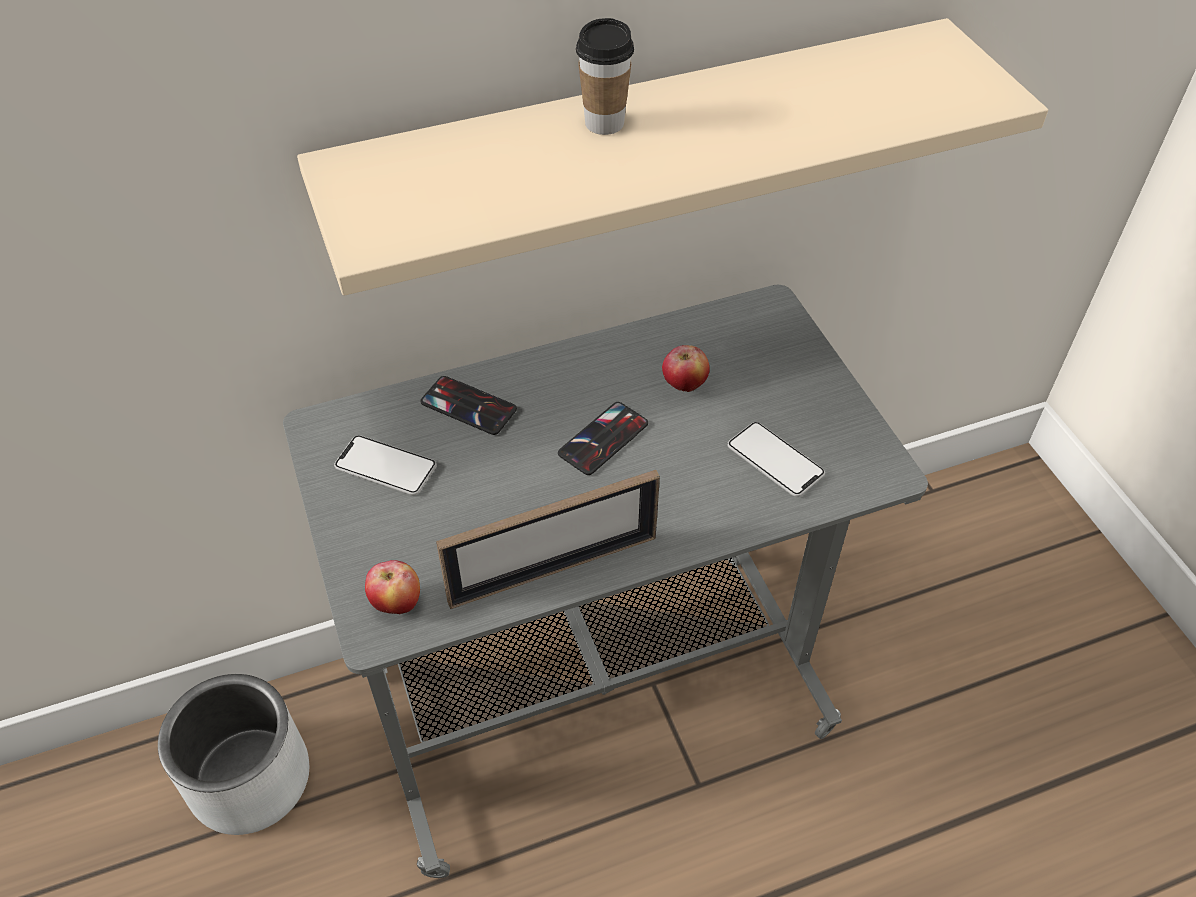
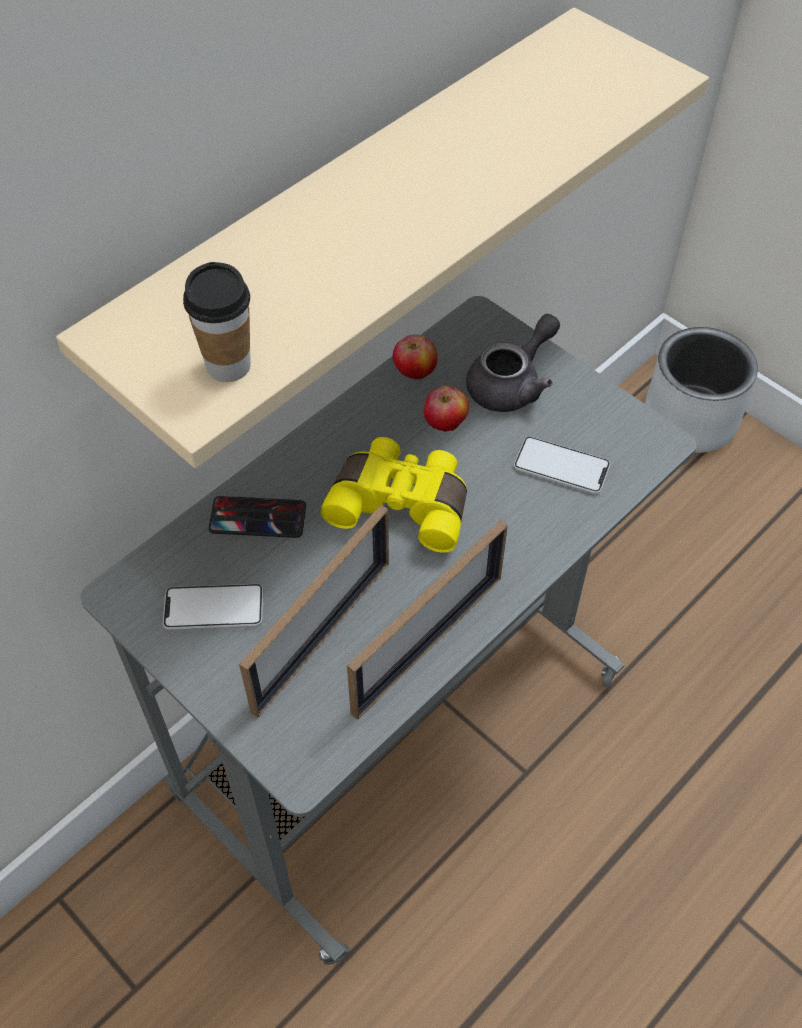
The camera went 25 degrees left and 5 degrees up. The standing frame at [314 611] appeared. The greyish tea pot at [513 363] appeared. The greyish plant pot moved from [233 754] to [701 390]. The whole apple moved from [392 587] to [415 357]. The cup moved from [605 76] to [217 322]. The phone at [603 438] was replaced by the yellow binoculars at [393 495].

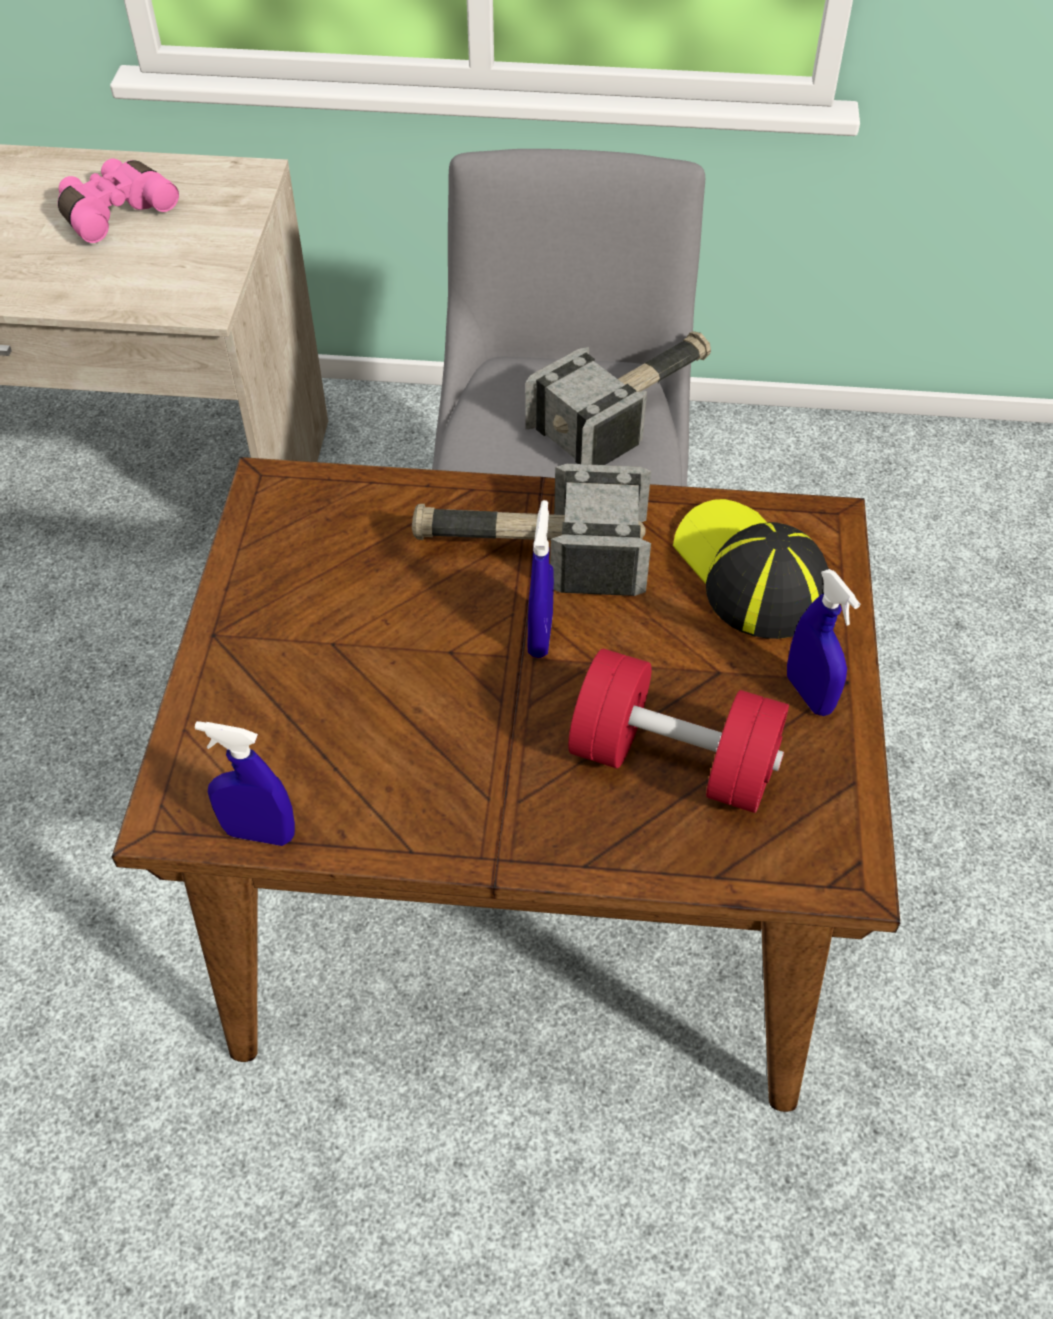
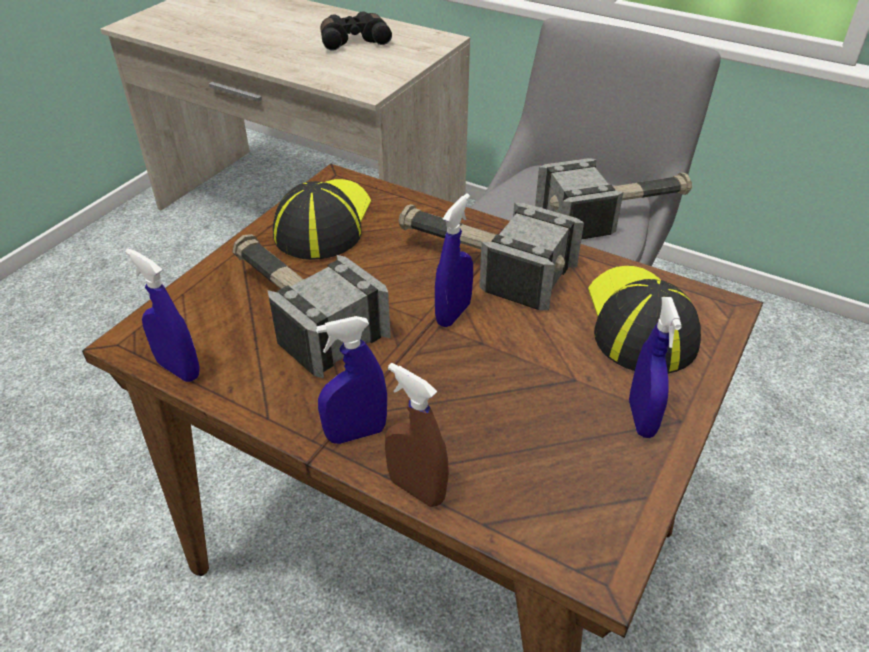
The camera went 25 degrees right and 10 degrees down. The red-coloured free weight at [678 731] disappeared. The hammer at [311 306] appeared. The cap at [322 219] appeared. The blue spray bottle at [351 380] appeared. The brown spray bottle at [417 435] appeared. The pink binoculars at [118 201] became the black-coloured binoculars at [356 31].

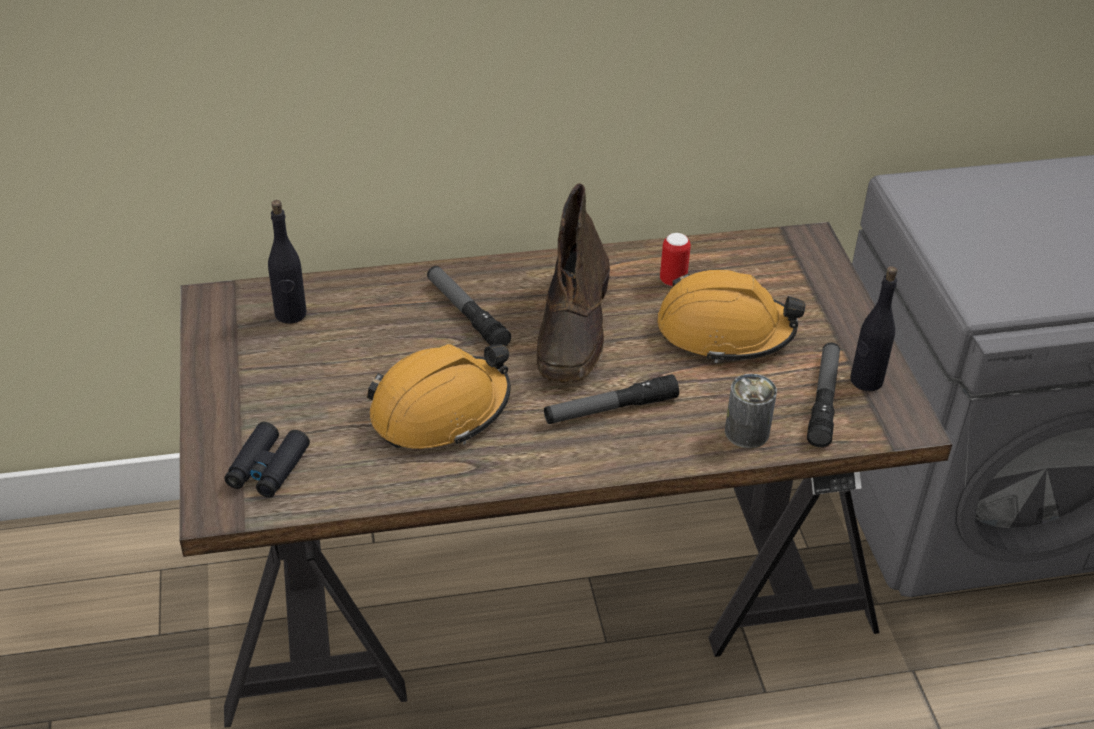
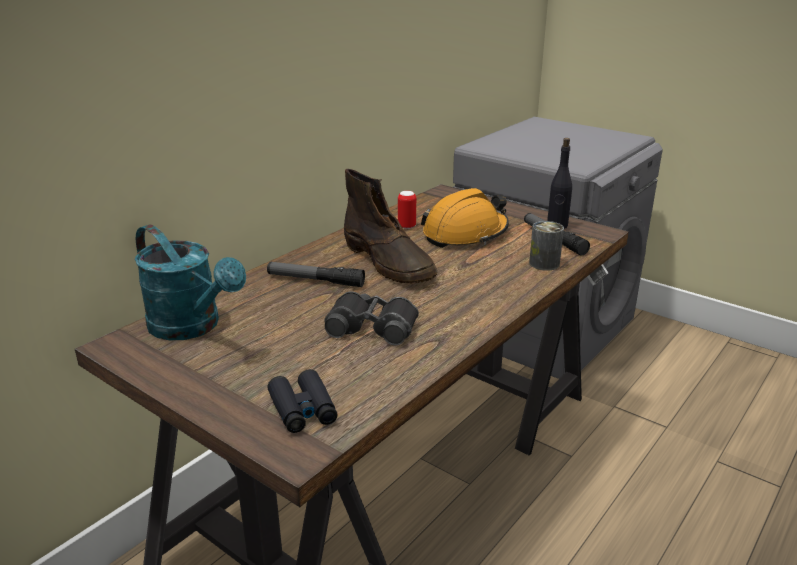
The camera went 40 degrees left and 15 degrees down. The torch at [611 399] disappeared. The black-coloured beverage bottle at [287 262] was replaced by the turquoise sprinkling can at [190 282]. The orangey safety helmet at [439 396] was replaced by the black-coloured binoculars at [371 318].

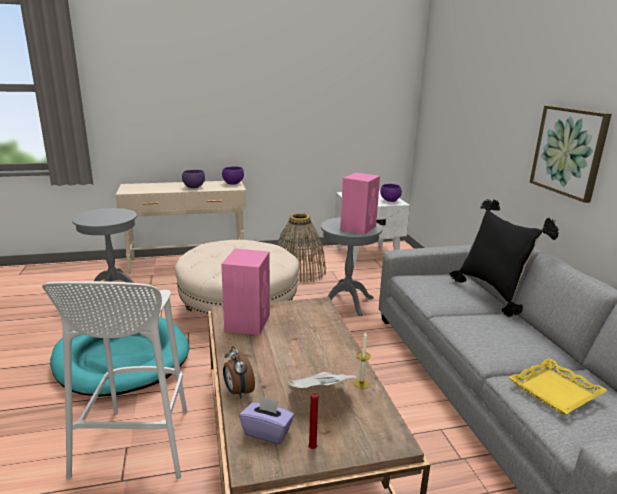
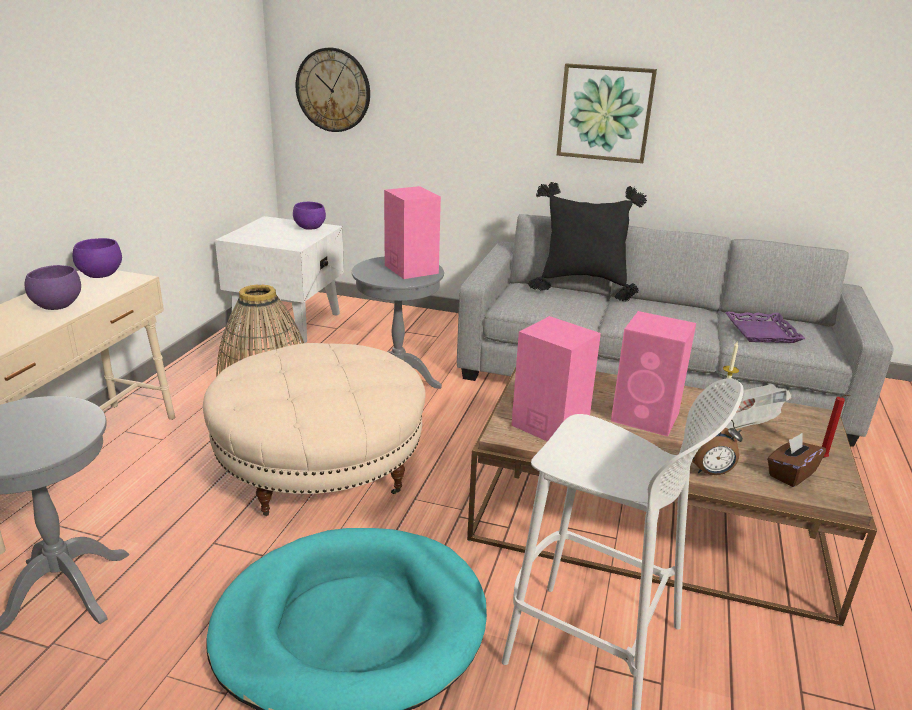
The camera went 60 degrees left and 5 degrees up. The clock on the wall at [332 90] appeared. The pink loudspeaker at [653 374] appeared. The purple-coloured tissue holder at [266 420] became the brown tissue holder at [796 460]. The yellow carrying tray at [558 386] became the purple-coloured carrying tray at [765 327].

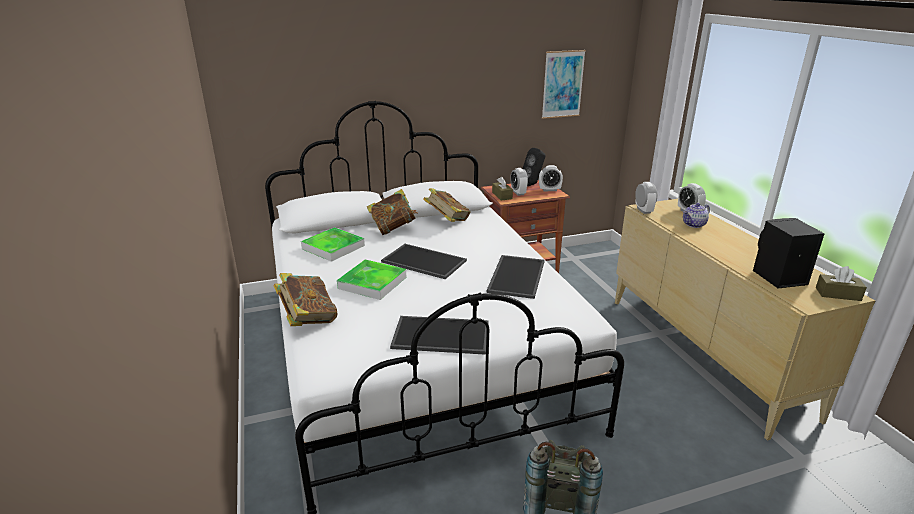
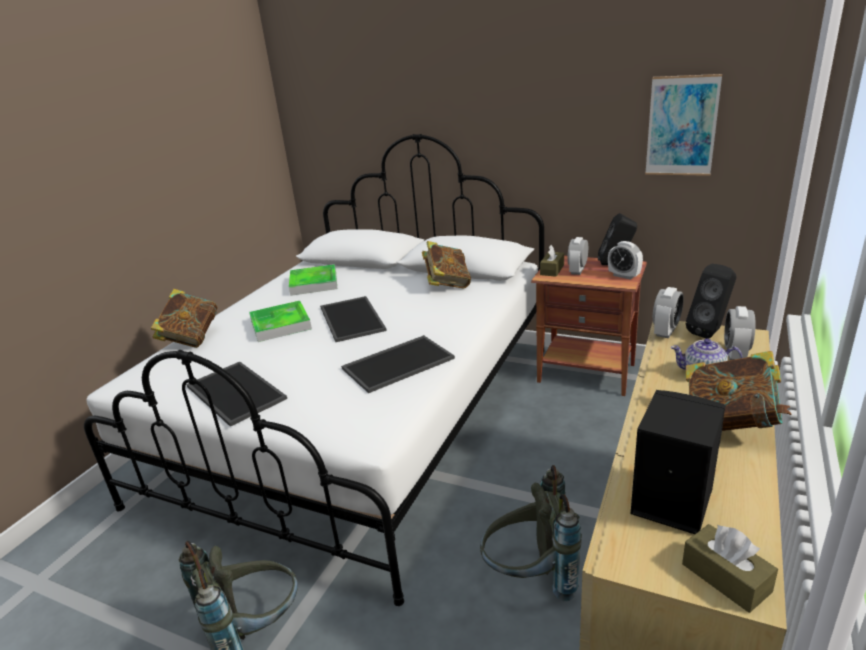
The camera went 45 degrees right and 0 degrees up. The greyish backpack at [531 533] appeared. The black-coloured loudspeaker at [711 301] appeared. The volume moved from [392 212] to [739 391].

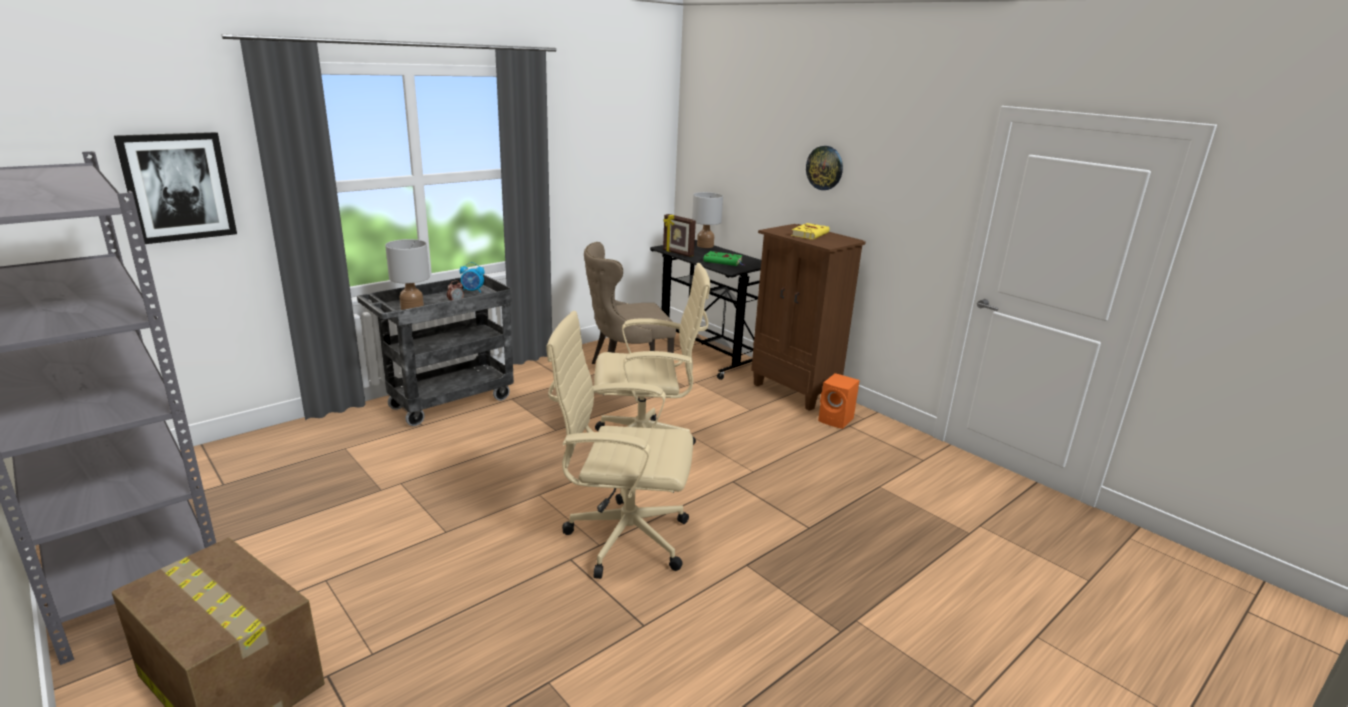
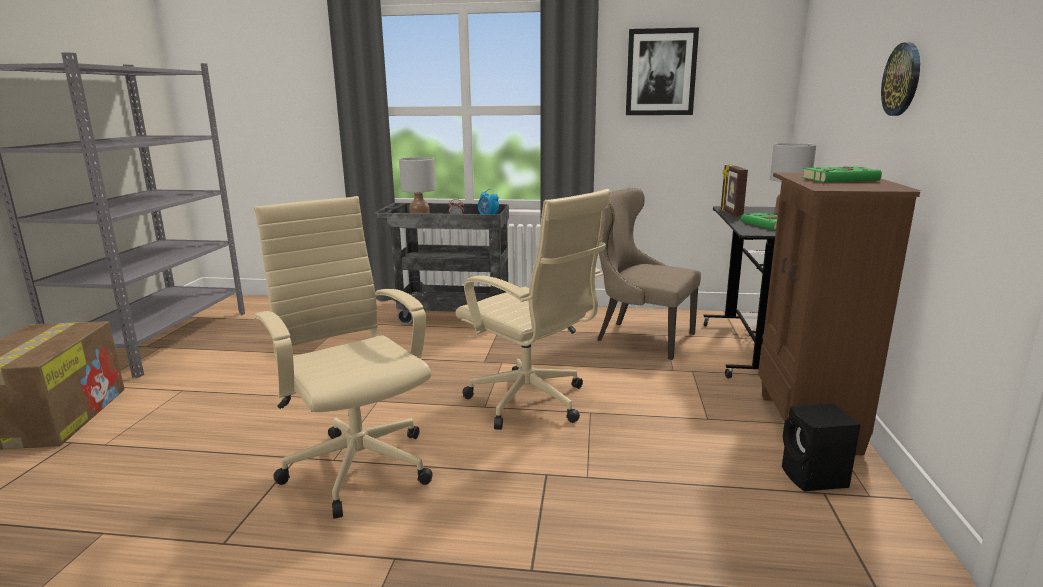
The camera went 50 degrees right and 5 degrees down. The picture moved from [175 188] to [662 71]. The yellow volume at [810 231] became the green volume at [842 174]. The orangey loudspeaker at [839 401] became the black-coloured loudspeaker at [821 448].

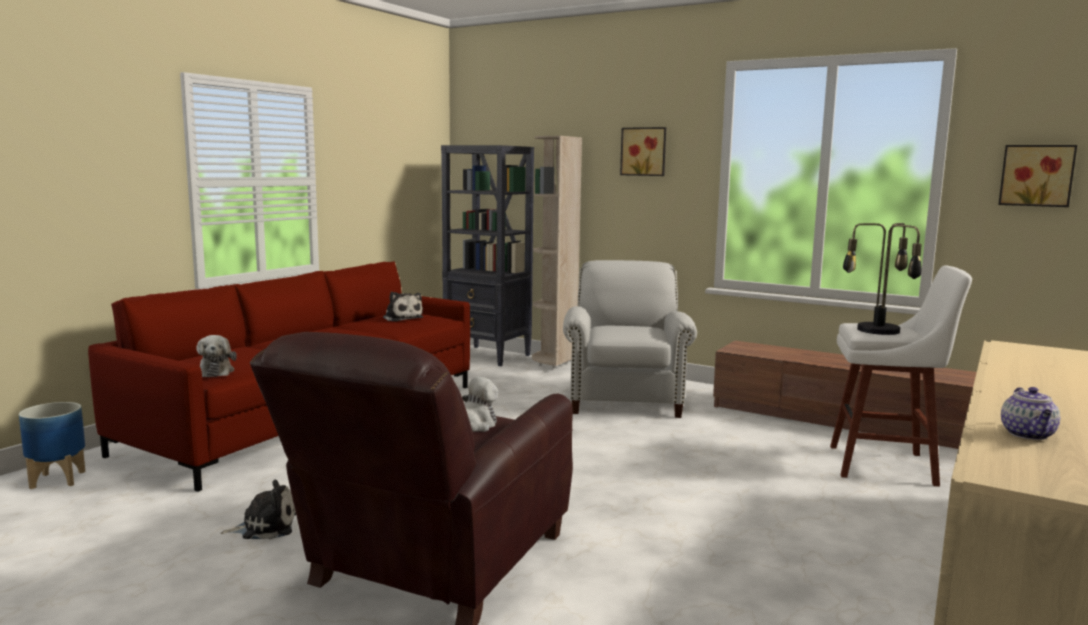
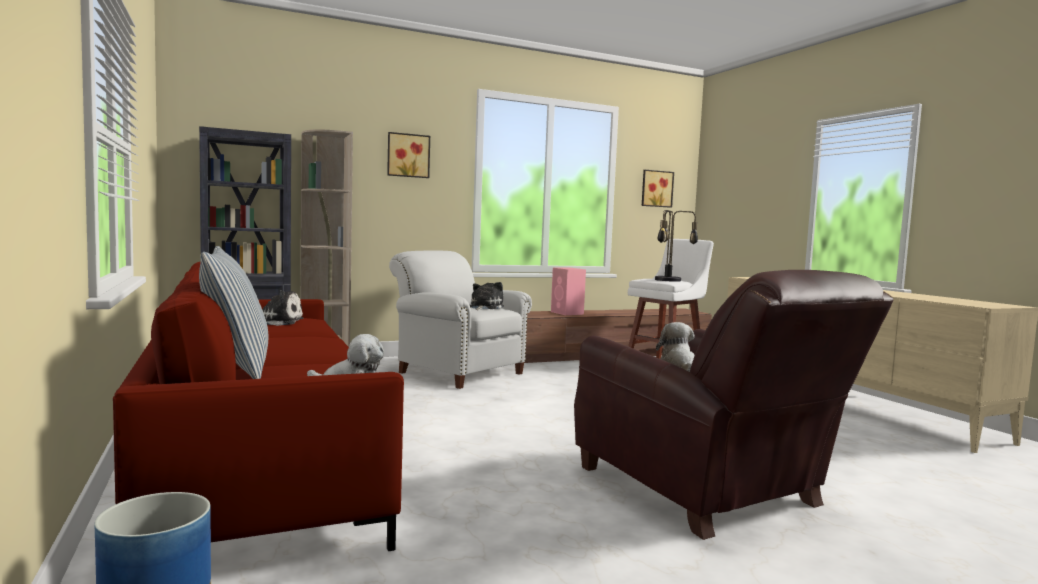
The camera went 55 degrees left and 5 degrees down. The tea pot at [1030 413] disappeared. The pillow at [233 312] appeared. The pink loudspeaker at [568 291] appeared. The soft toy moved from [258 509] to [487 296].

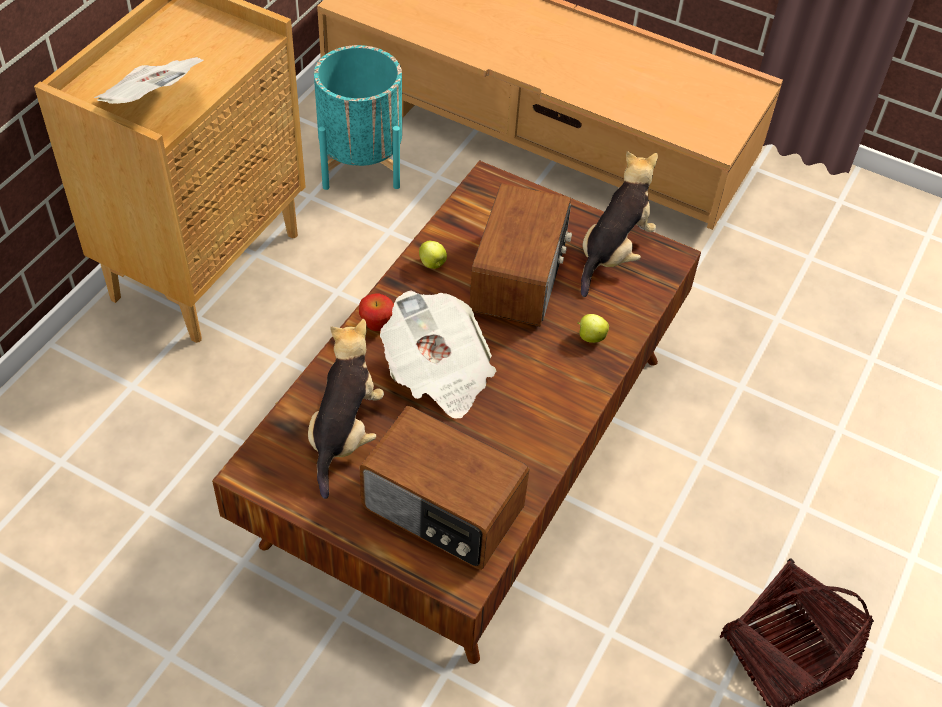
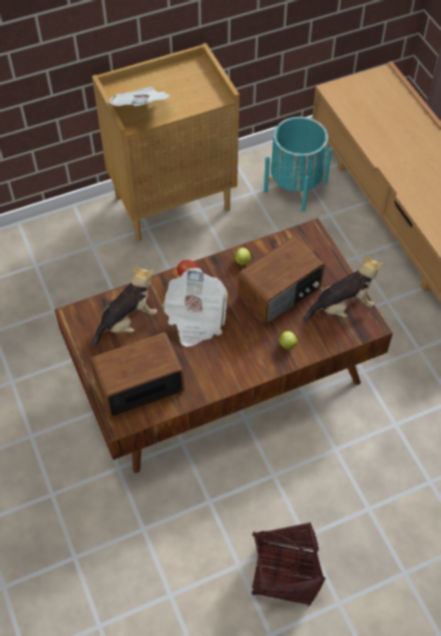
The camera went 40 degrees right and 5 degrees up. The radio set at [444 488] turned 90 degrees clockwise.

